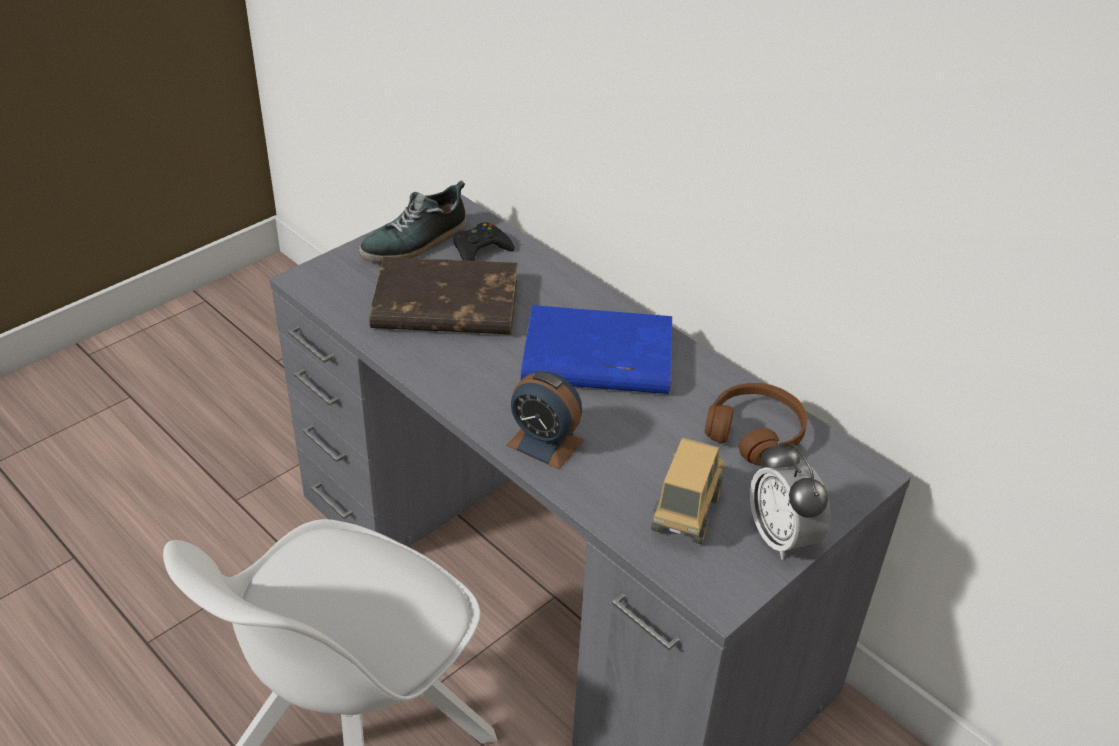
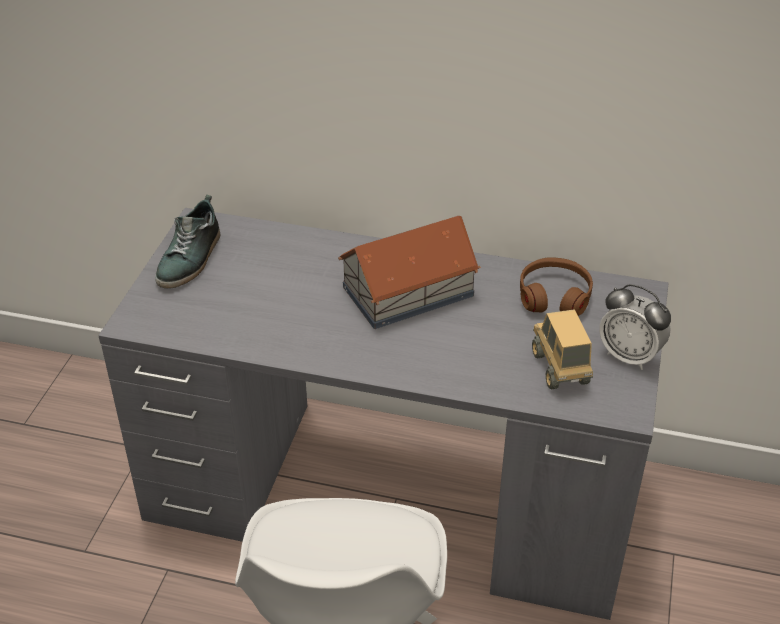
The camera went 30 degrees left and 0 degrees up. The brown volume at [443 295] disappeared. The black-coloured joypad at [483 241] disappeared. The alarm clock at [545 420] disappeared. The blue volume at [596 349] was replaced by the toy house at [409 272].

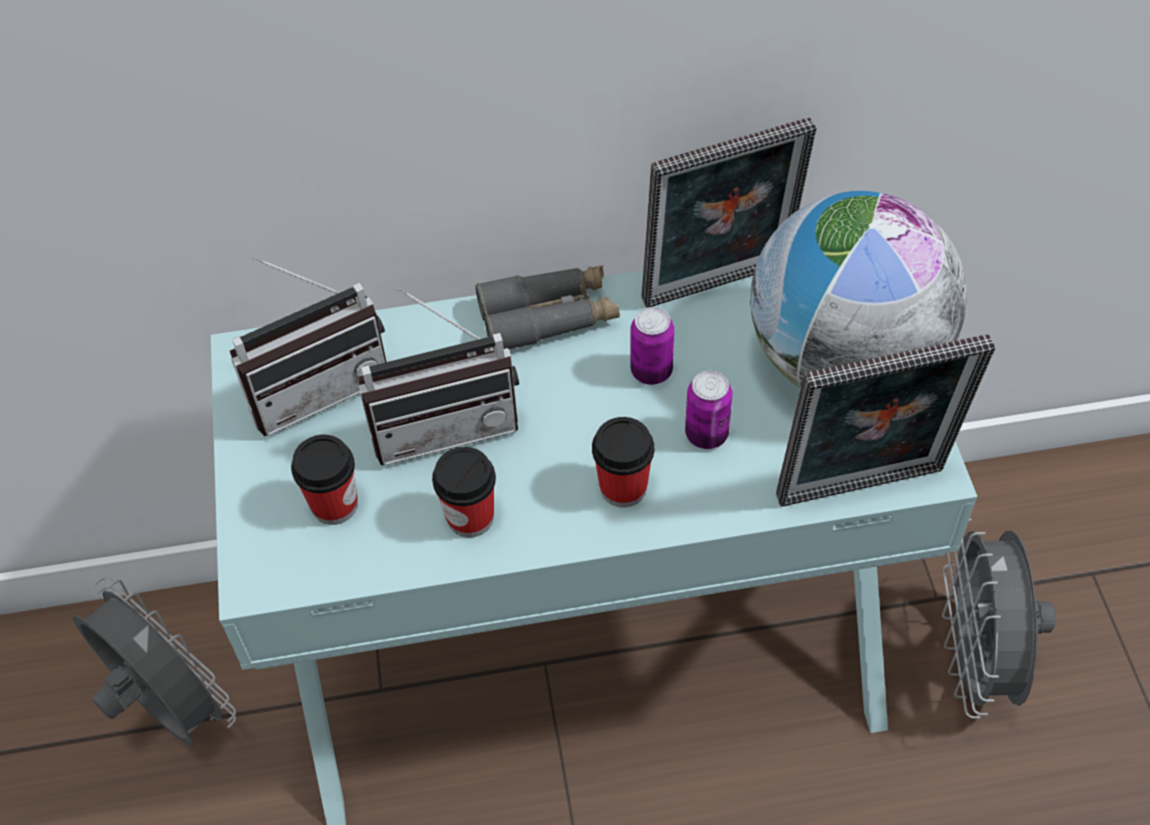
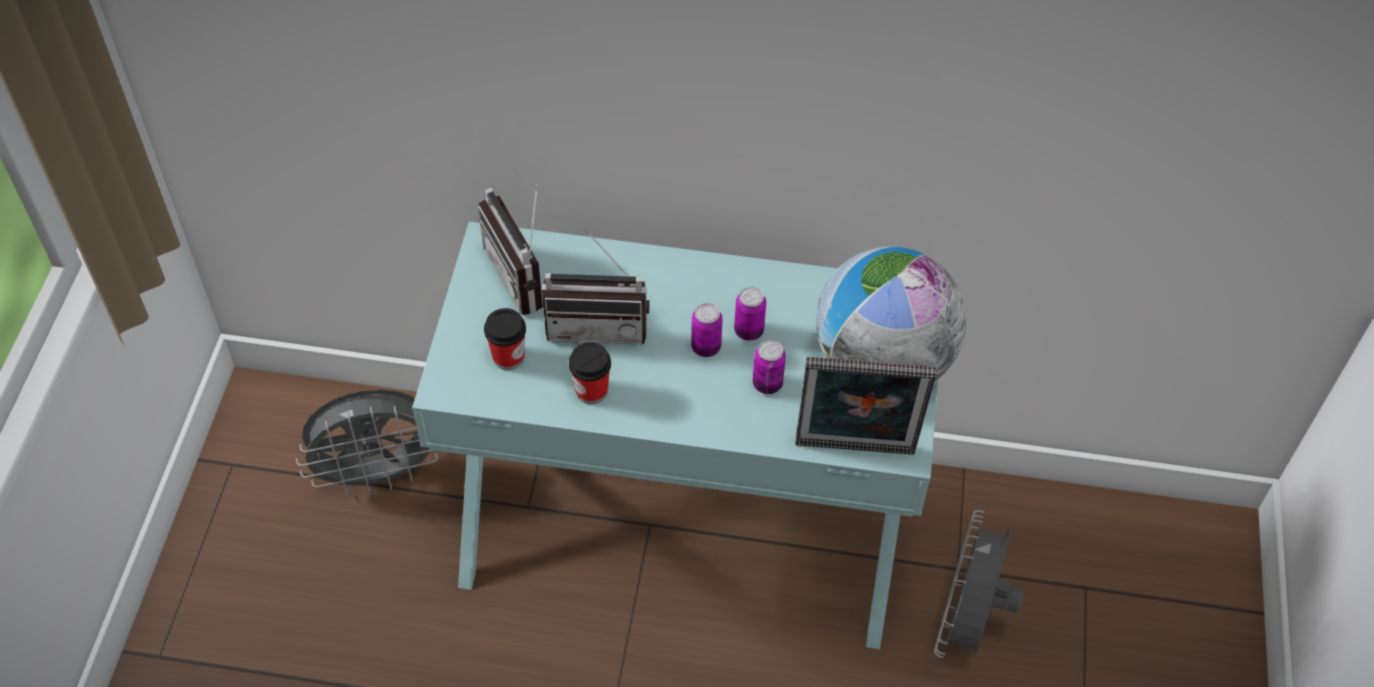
The camera went 15 degrees right and 0 degrees up. The greyish binoculars at [548 307] disappeared. The cup at [623 462] disappeared. The standing frame at [729 212] disappeared. The metal can at [707 330] appeared. The greyish electric fan at [154 661] turned 105 degrees clockwise. The radio set at [308 346] turned 75 degrees clockwise.

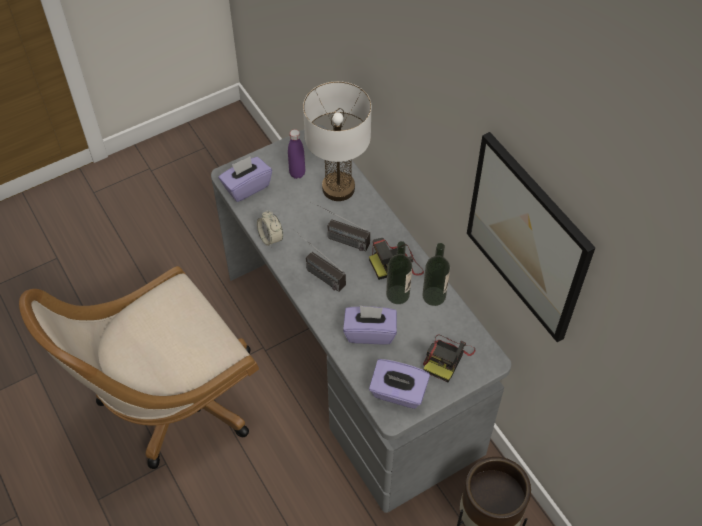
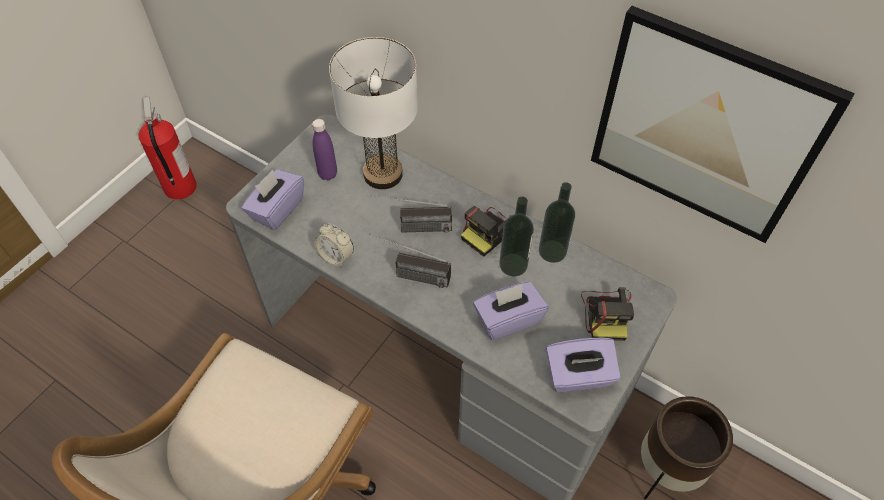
The camera went 25 degrees left and 0 degrees up. The extinguisher at [167 148] appeared.

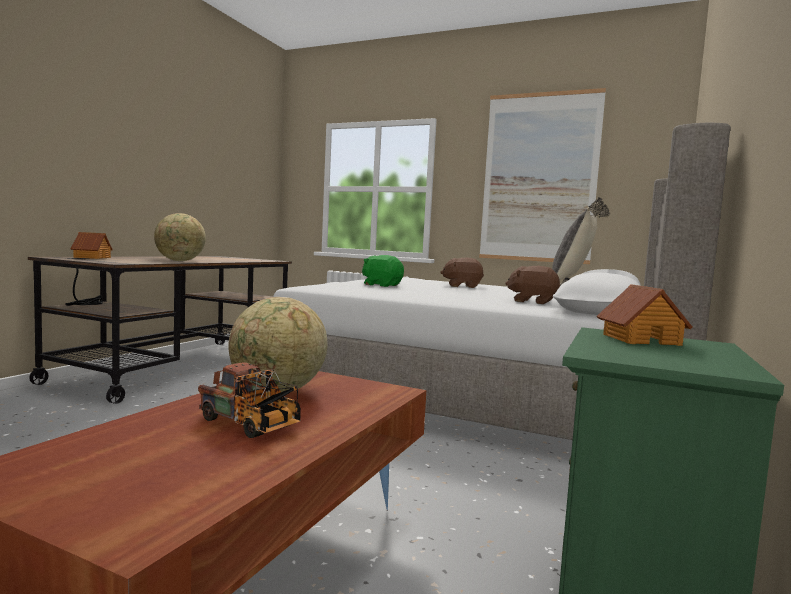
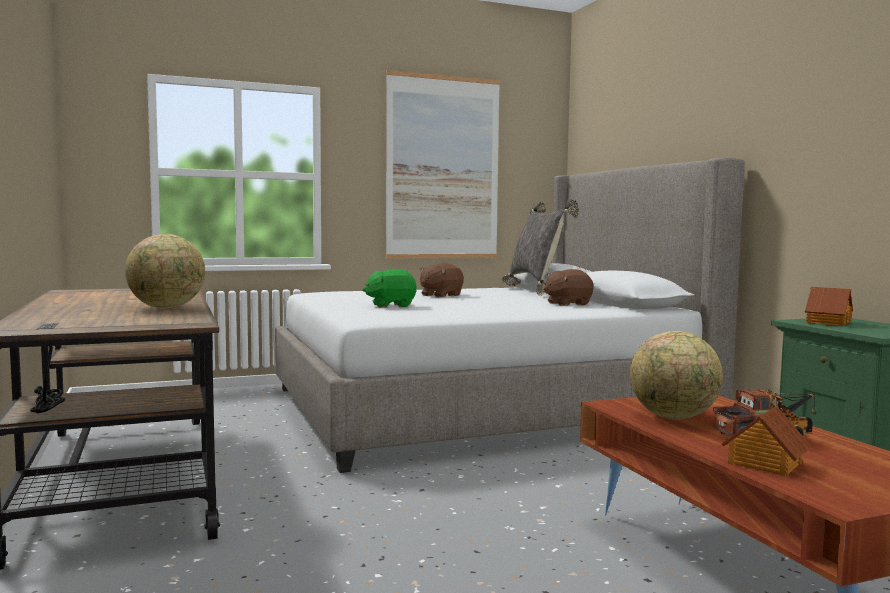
The camera went 45 degrees left and 0 degrees up. The toy house moved from [92 245] to [767 441].

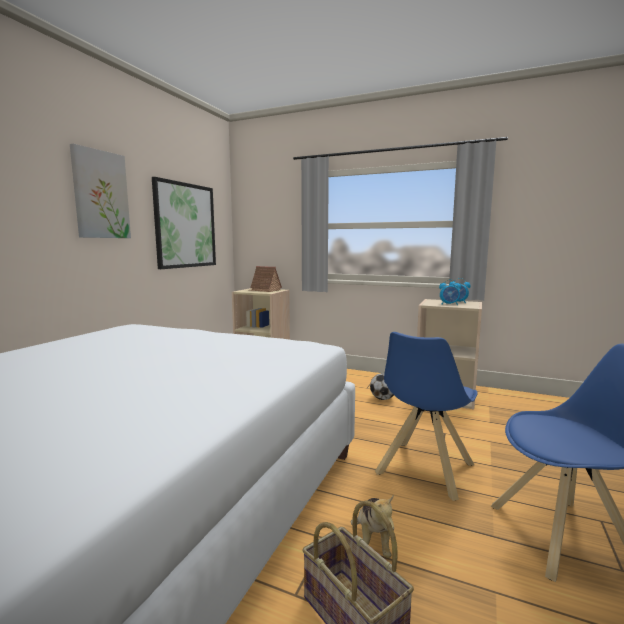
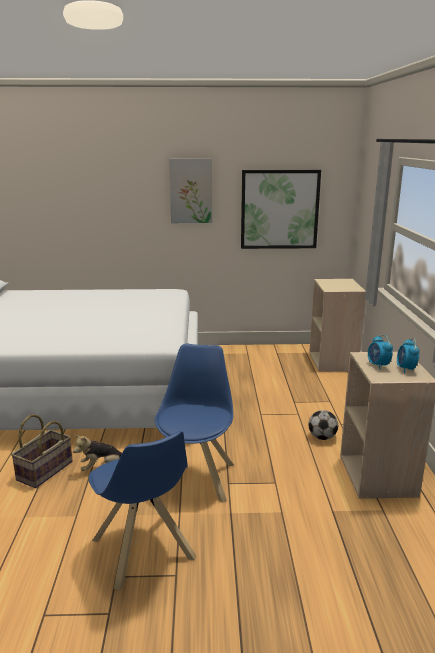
The camera went 65 degrees right and 10 degrees up. The toy house at [266 279] disappeared. The blue chair at [426 416] turned 90 degrees clockwise.

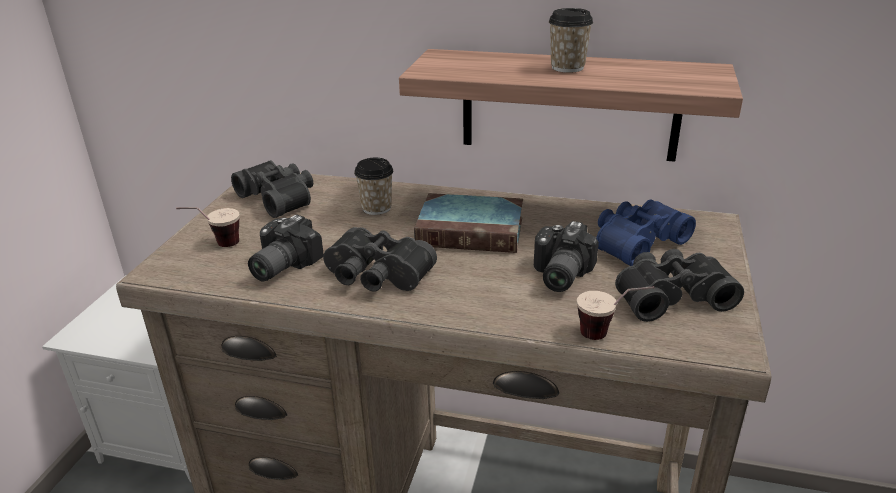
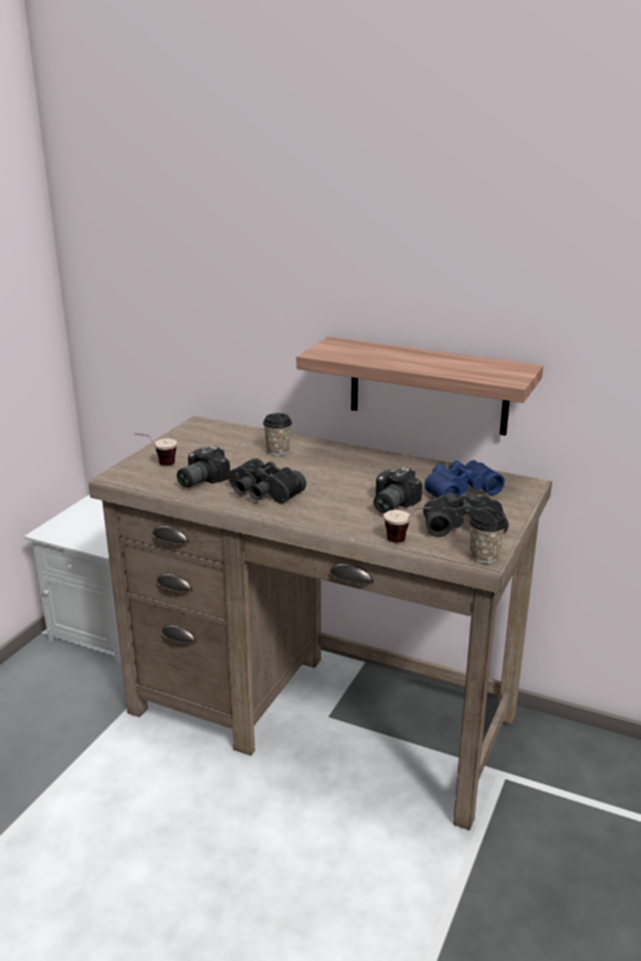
The camera went 10 degrees right and 5 degrees down. The black-coloured binoculars at [272 189] disappeared. The volume at [468 223] disappeared. The cup moved from [571 40] to [487 536].

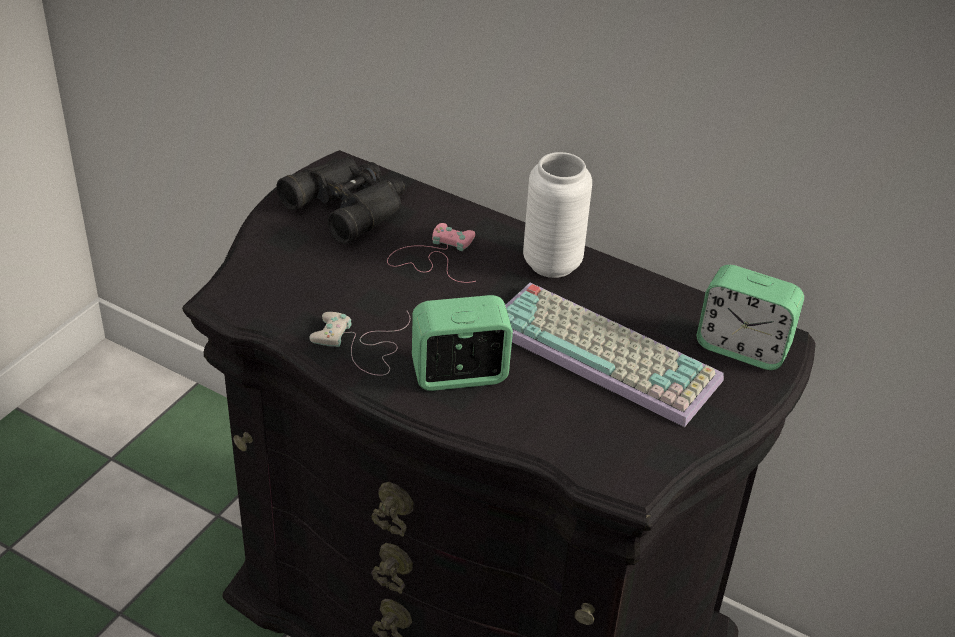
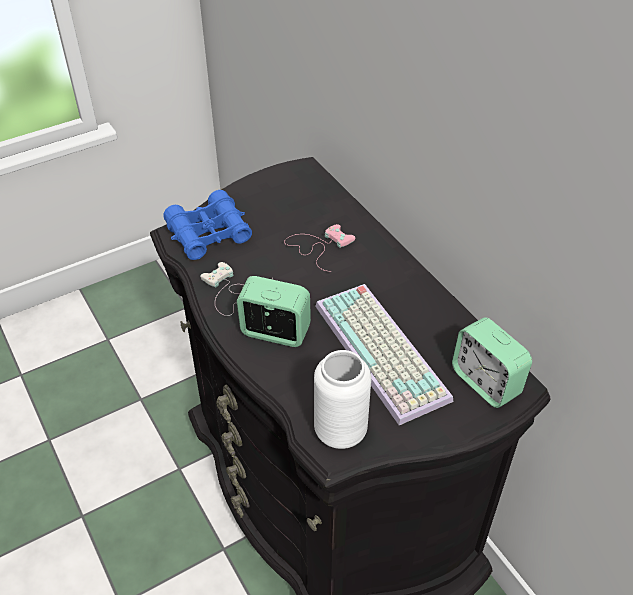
The camera went 30 degrees right and 5 degrees up. The black-coloured binoculars at [340 200] disappeared. The blue binoculars at [207 225] appeared. The white-coloured vase moved from [557 215] to [342 399].

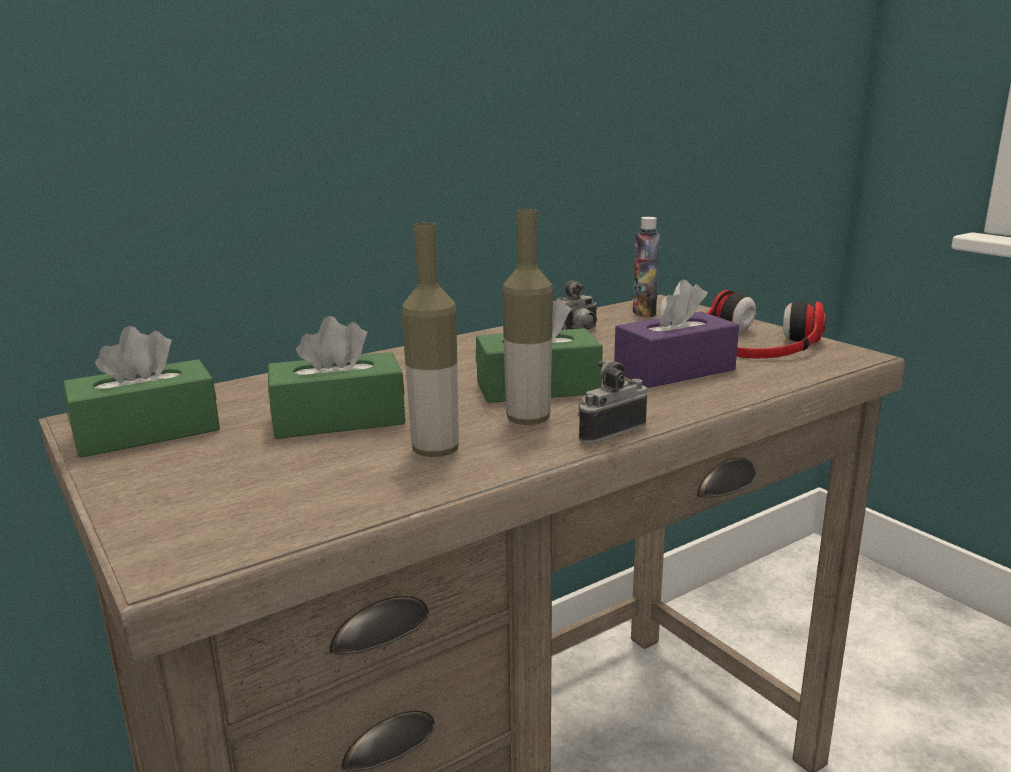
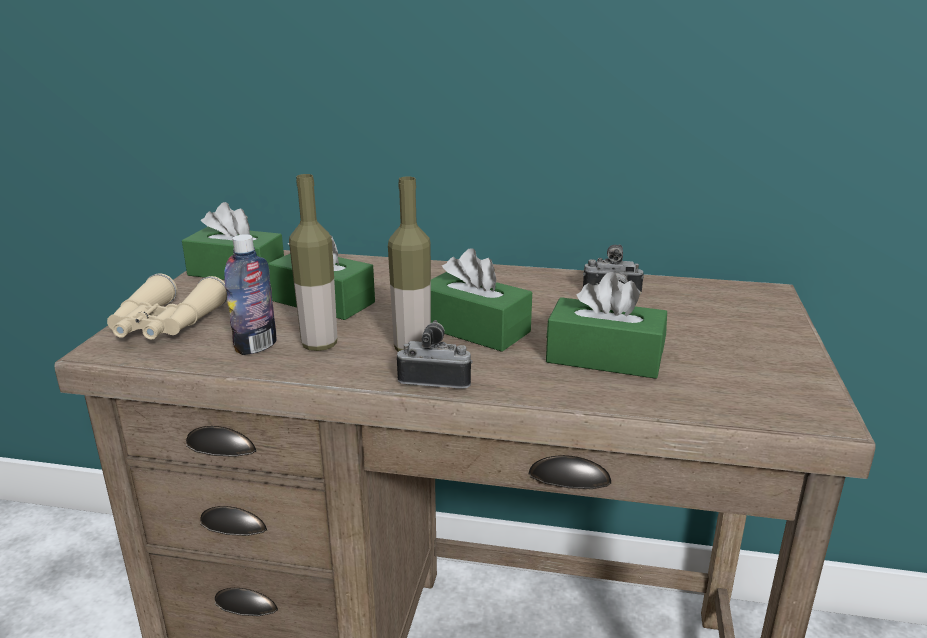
The camera went 45 degrees right and 5 degrees up. The headphones at [766 324] disappeared. The beige binoculars at [167 306] appeared. The beverage bottle moved from [646 267] to [250 294]. The purple-coloured tissue holder at [676 333] became the green tissue holder at [606 325].

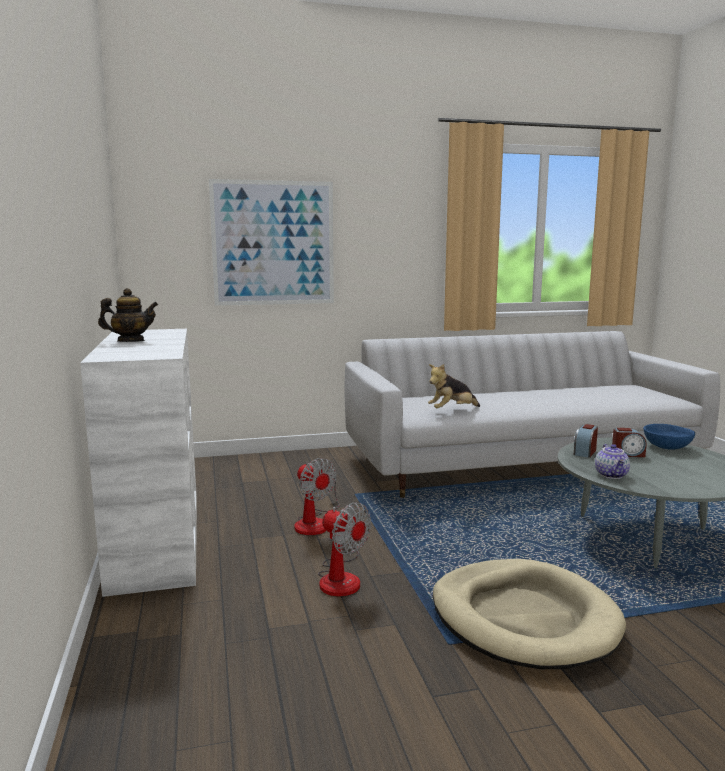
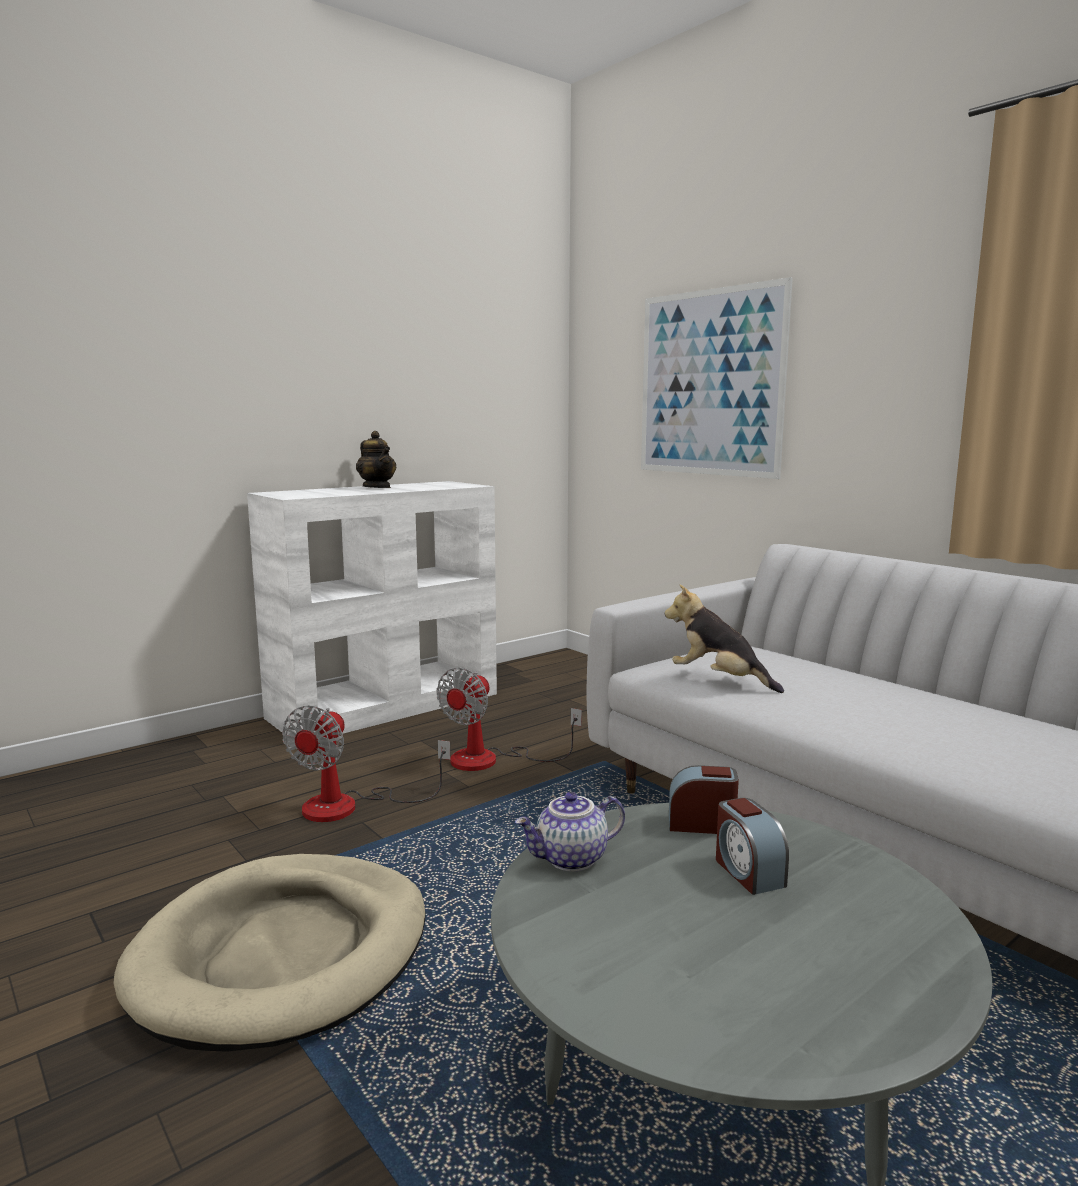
The camera went 65 degrees right and 0 degrees up. The blue bowl at [669 437] disappeared.

